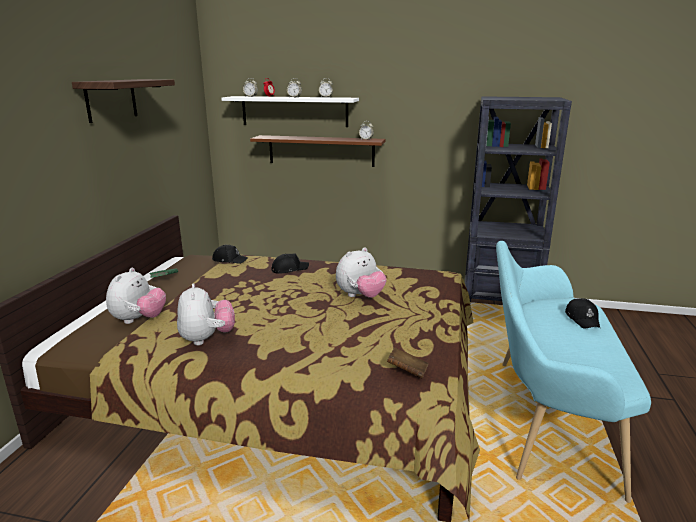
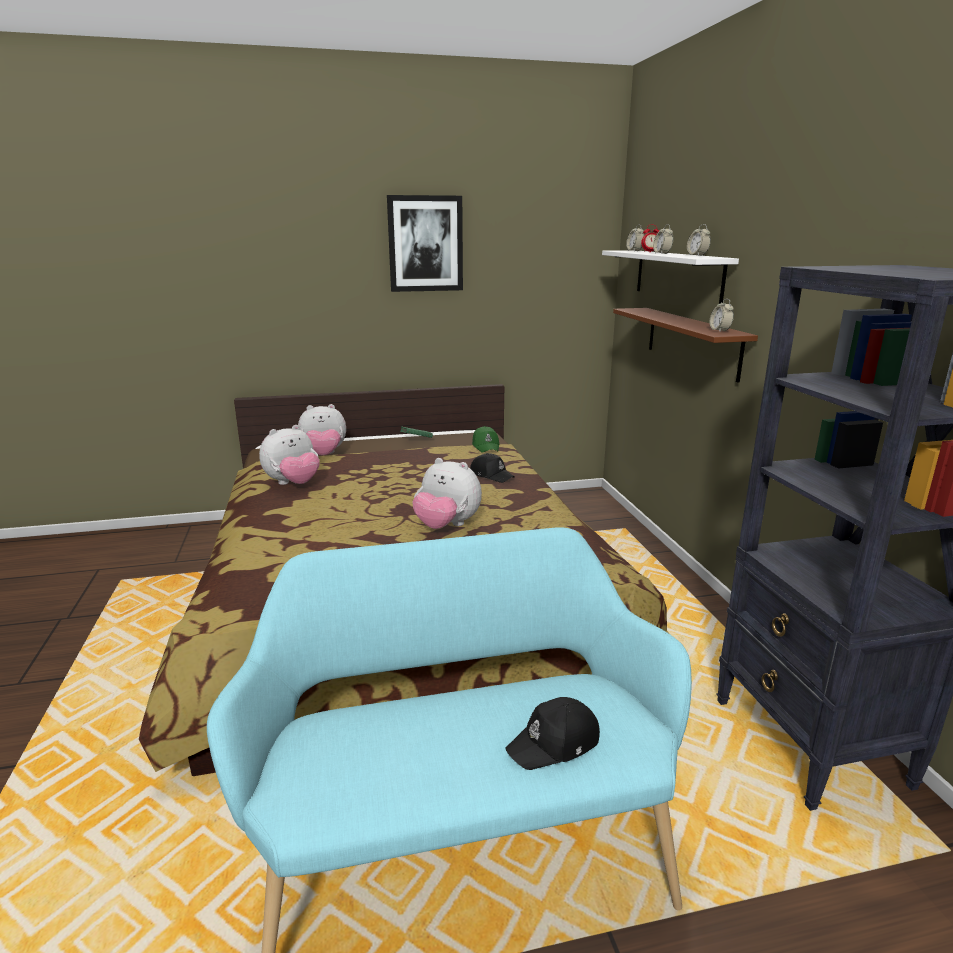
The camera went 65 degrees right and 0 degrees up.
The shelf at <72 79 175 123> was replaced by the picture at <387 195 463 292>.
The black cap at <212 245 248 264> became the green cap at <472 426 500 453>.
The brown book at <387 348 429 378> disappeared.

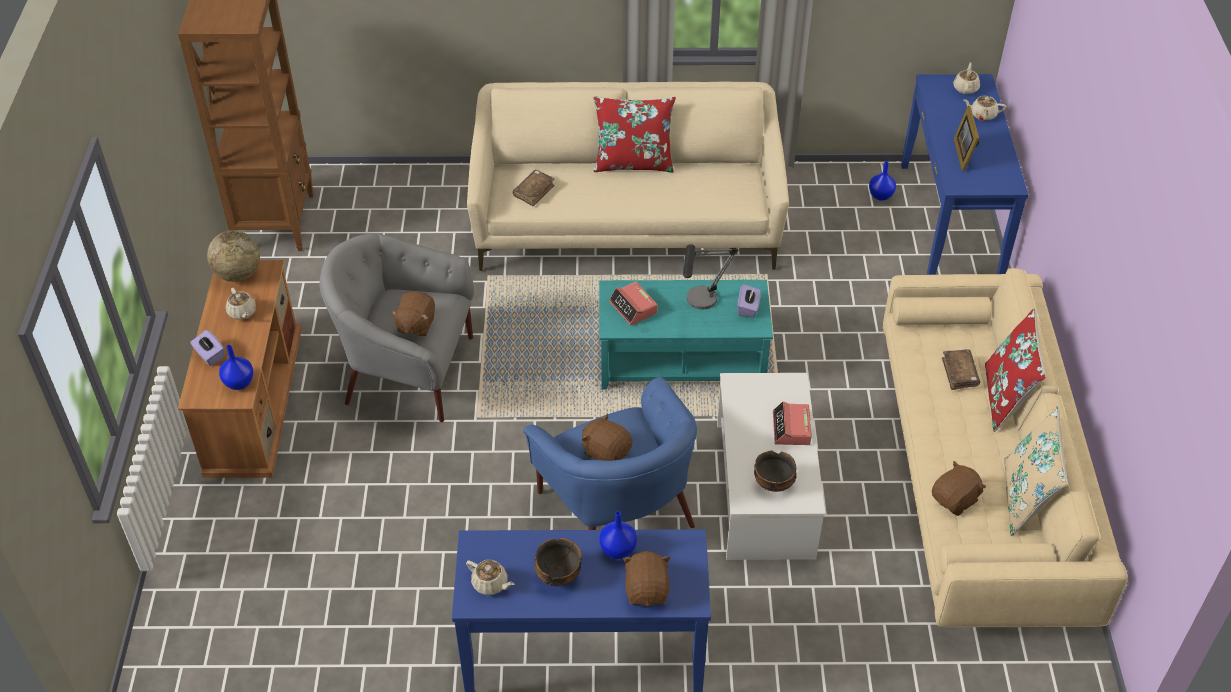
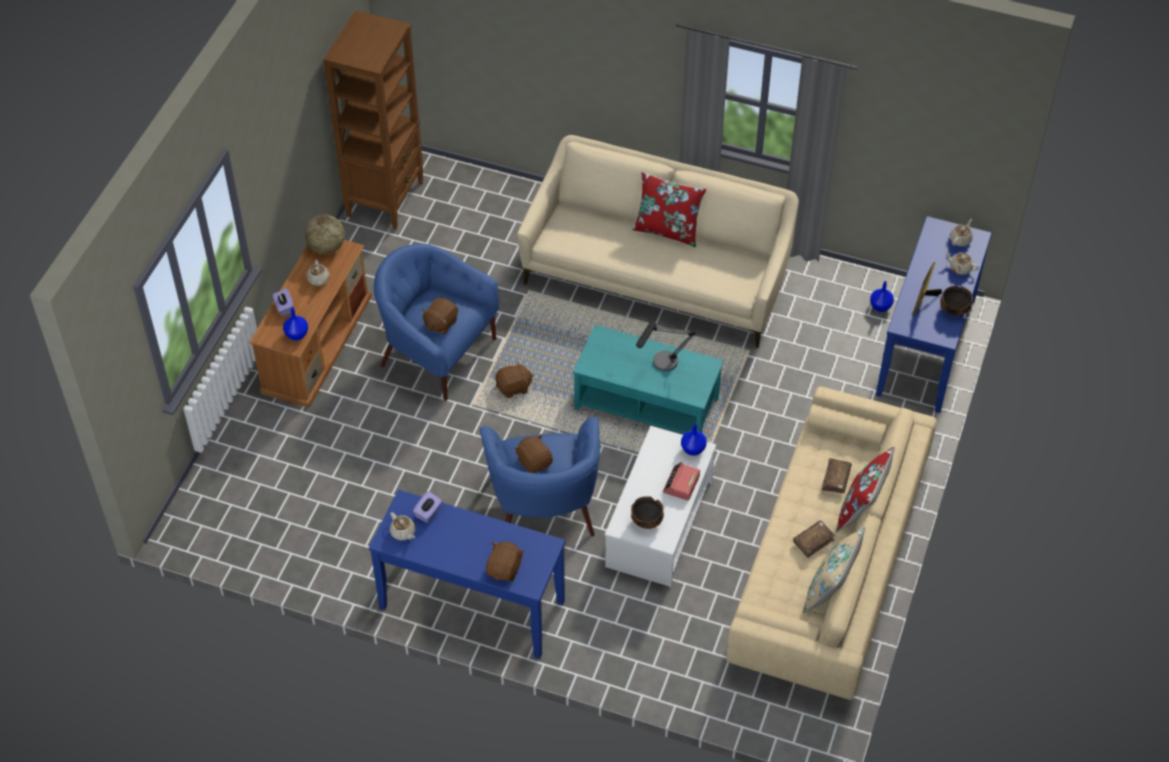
The camera went 20 degrees right and 5 degrees up.
The grey armchair at <320 234 474 422> became the blue armchair at <374 244 499 401>.
The purple tissue box moved from <738 284 761 318> to <413 491 442 523>.
The brown plush toy moved from <932 461 986 516> to <495 361 533 398>.
The blue vase moved from <599 511 637 559> to <681 423 707 456>.
The brown book moved from <513 170 555 207> to <793 521 835 558>.
The bowl moved from <534 538 582 586> to <941 285 973 316>.
The alarm clock at <609 282 658 325> disappeared.

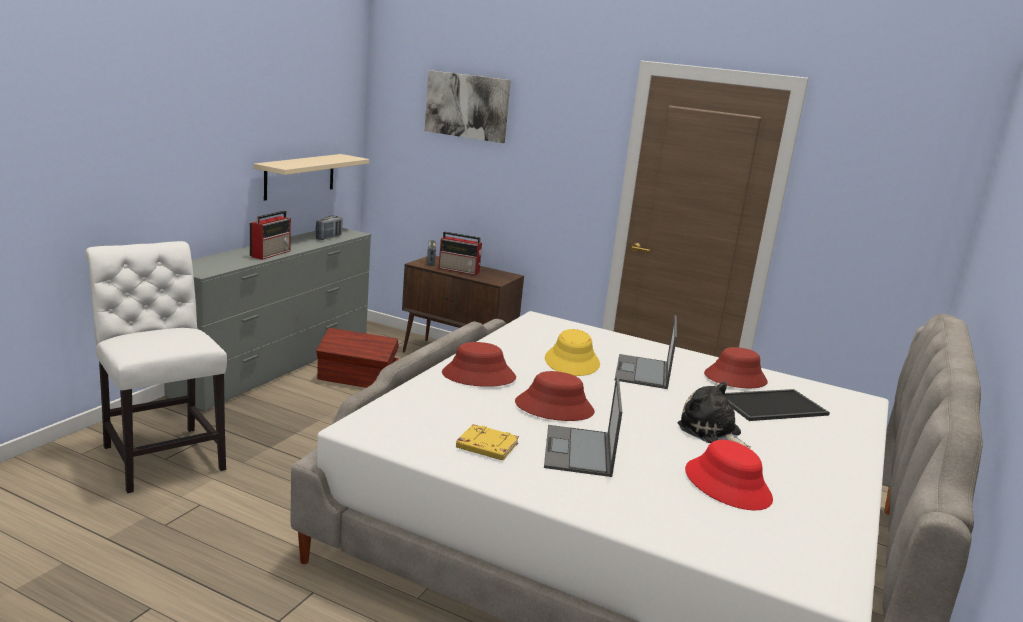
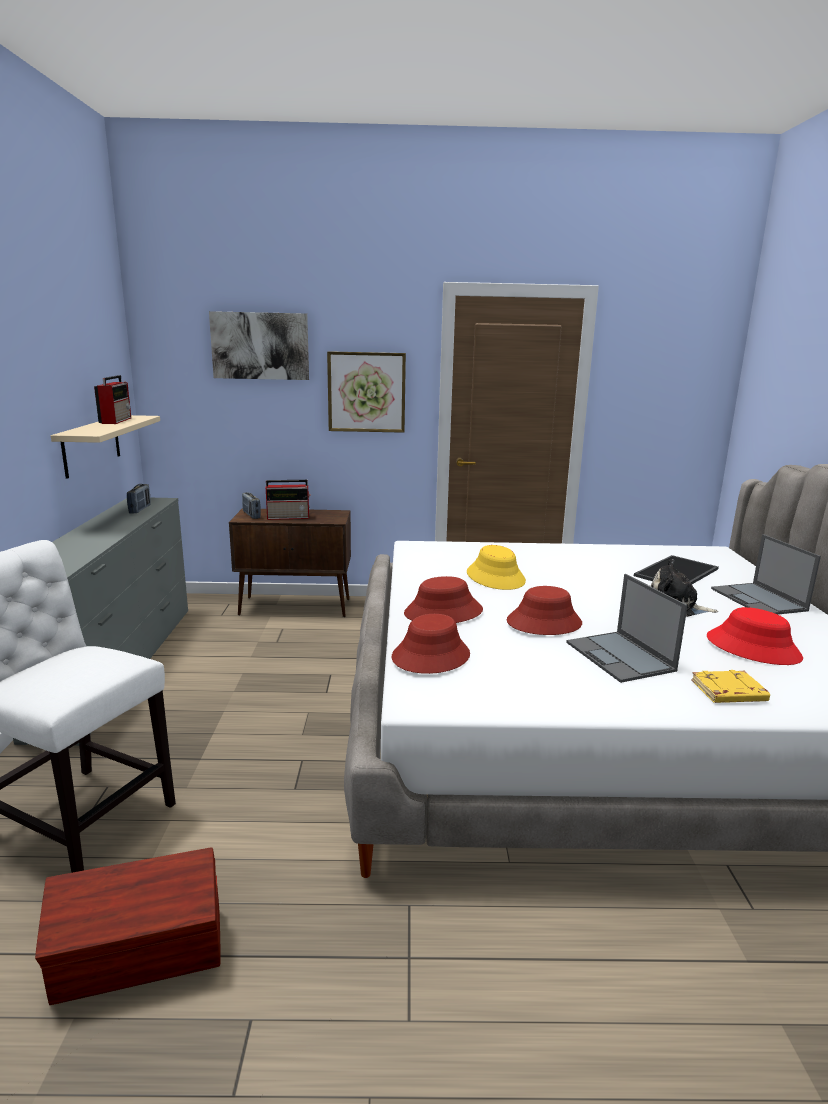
The camera went 25 degrees left and 0 degrees up.
The brown storage box moved from <316 328 399 388> to <35 847 221 1005>.
The radio moved from <250 211 291 260> to <94 375 131 424>.
The picture at <327 351 406 433> appeared.
The red hat moved from <704 347 768 388> to <392 614 470 674>.
The yellow book moved from <456 424 519 460> to <691 670 770 703>.
The laptop moved from <615 315 677 389> to <711 534 821 615>.

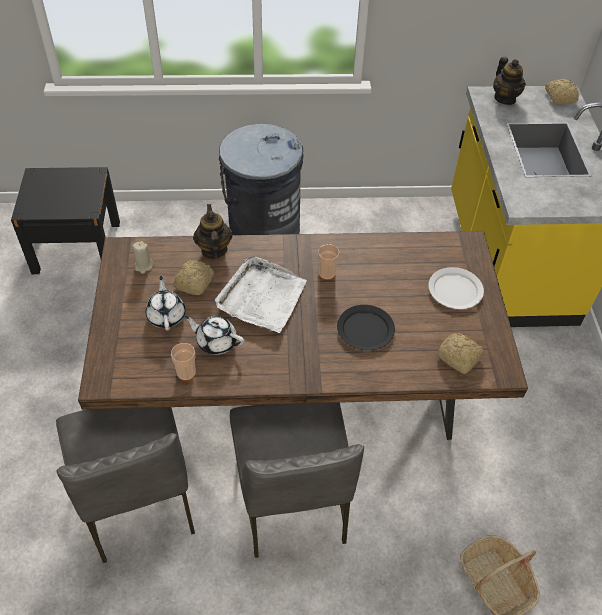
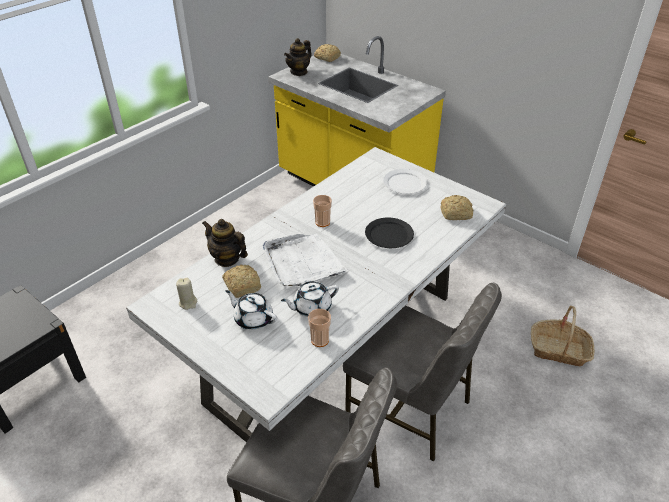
The camera went 45 degrees left and 10 degrees down.
The brown dining table at <78 231 528 440> became the white dining table at <126 147 506 443>.
The teapot at <493 57 526 105> turned 105 degrees clockwise.
The grey trash can at <219 124 303 235> disappeared.

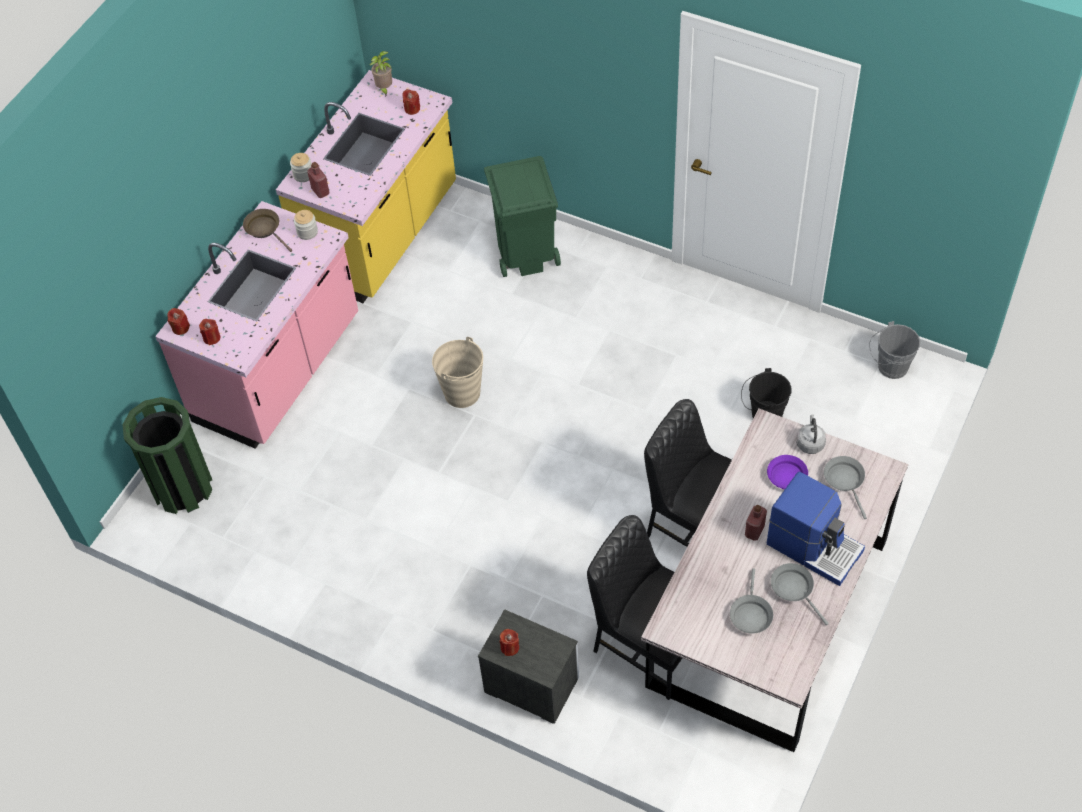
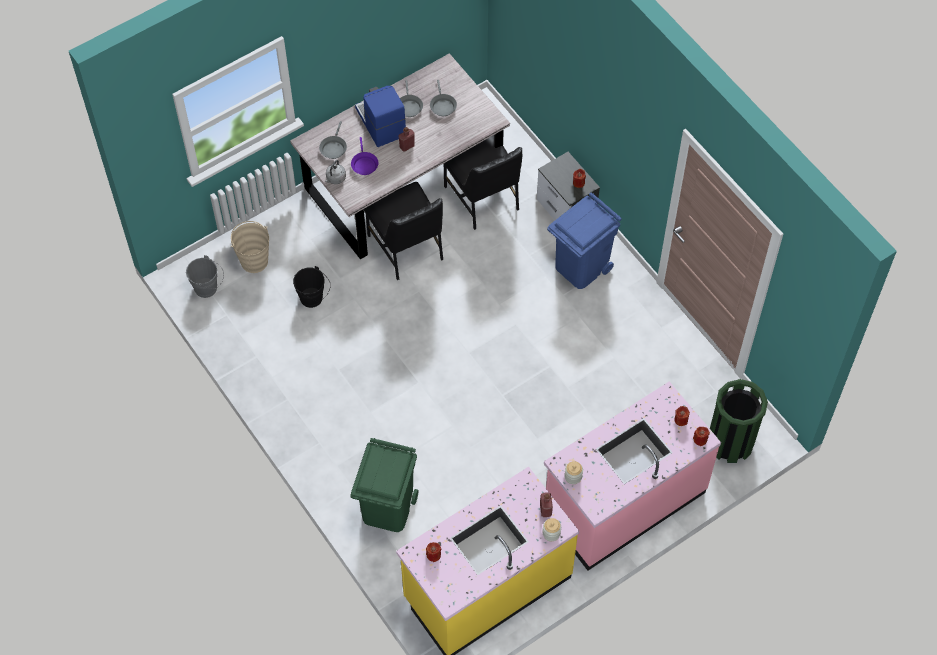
The camera went 155 degrees left and 5 degrees up.
The beige bucket moved from <432 337 483 408> to <231 221 269 273>.
The grey frying pan at <730 568 773 634> turned 135 degrees clockwise.
The blue trash can at <547 193 622 289> appeared.
The brown frying pan at <243 209 292 252> disappeared.
The potted plant at <370 51 392 96> disappeared.

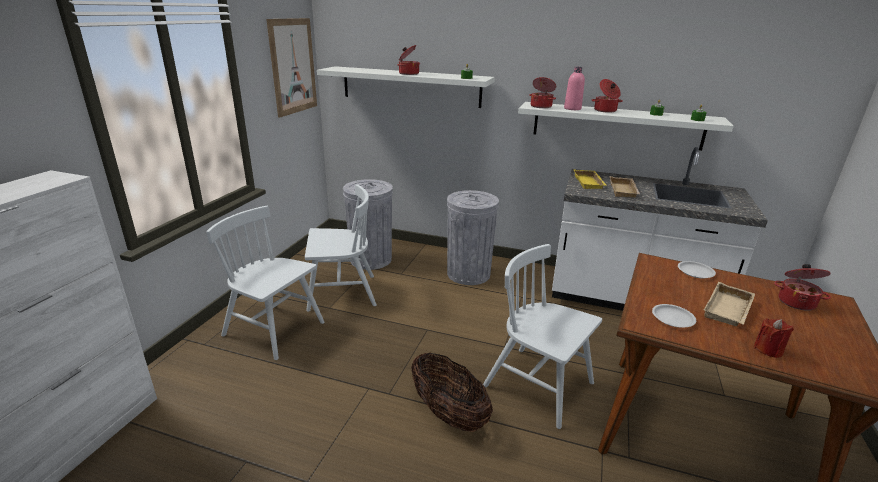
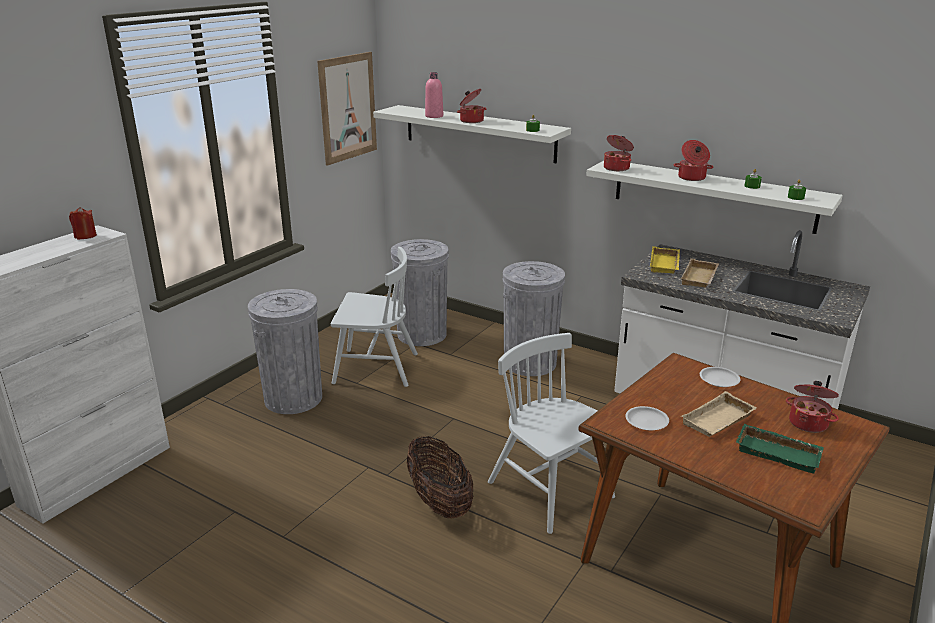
The camera went 15 degrees right and 0 degrees up.
The red candle moved from <754 318 794 358> to <69 207 97 239>.
The white chair at <206 206 325 360> was replaced by the grey trash can at <248 289 322 414>.
The pink bottle moved from <564 67 585 110> to <425 72 443 118>.
The green tray at <736 424 824 473> appeared.

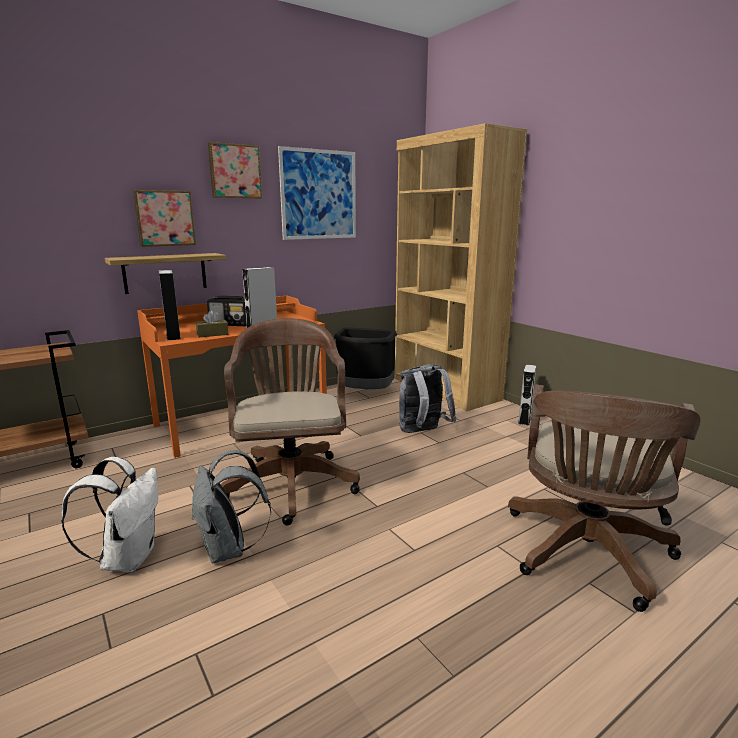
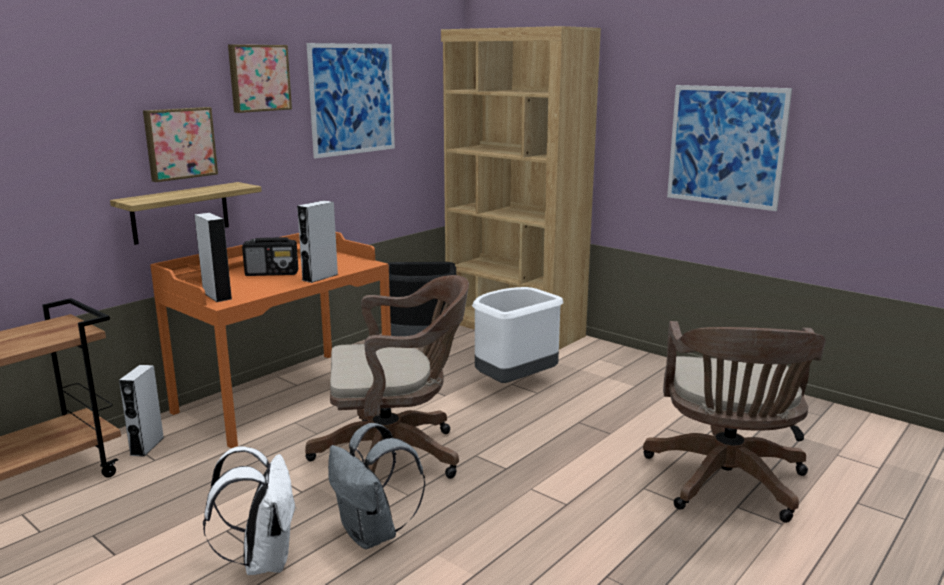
The camera went 15 degrees left and 0 degrees up.
The grey speaker moved from <518 364 536 426> to <119 365 164 457>.
The brown office chair at <221 318 360 525> turned 105 degrees clockwise.
The grey backpack at <399 364 457 433> was replaced by the white trash can at <472 287 563 383>.
The picture at <667 85 792 211> appeared.
The brown tissue box at <196 310 228 337> disappeared.

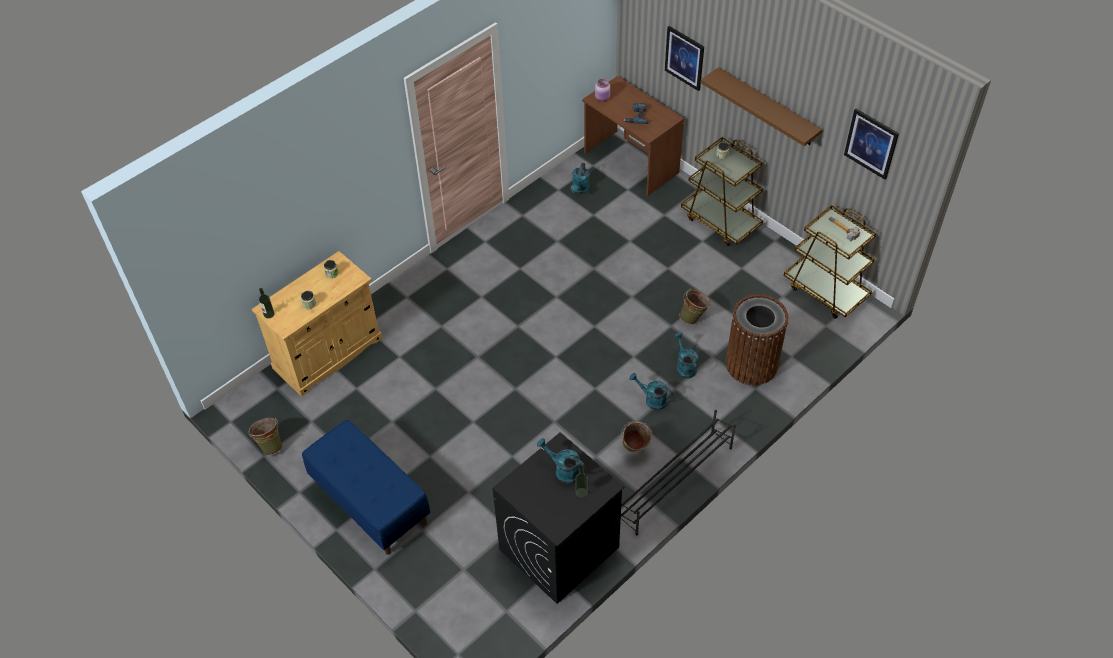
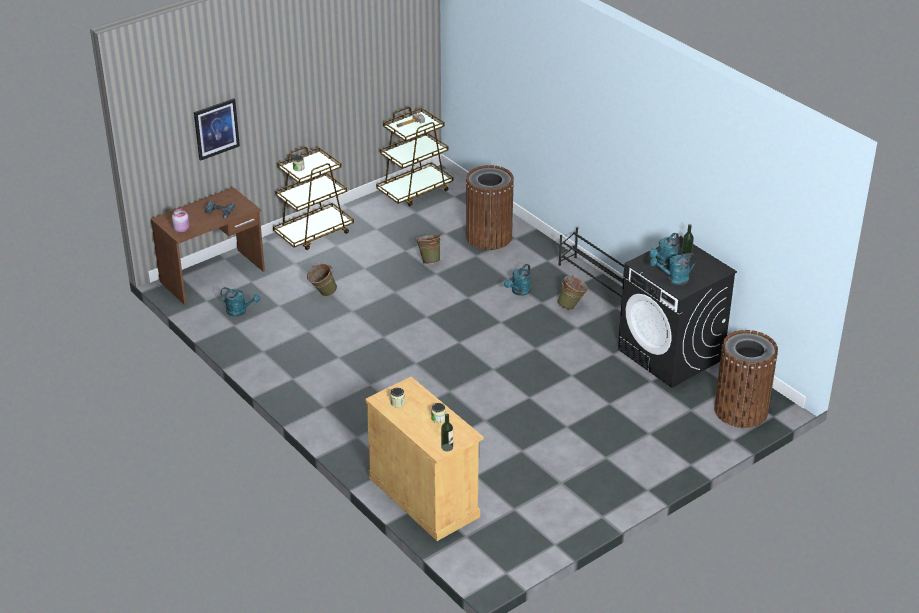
The camera went 85 degrees left and 15 degrees down.
The green bucket moved from <248 418 283 455> to <307 263 337 296>.
The turquoise watering can moved from <674 333 698 378> to <650 253 696 285>.
The brown trash can at <714 330 778 428> appeared.
The blue bench at <302 419 430 555> disappeared.
The brown shelf at <700 67 822 146> disappeared.
The picture at <844 109 899 179> disappeared.

